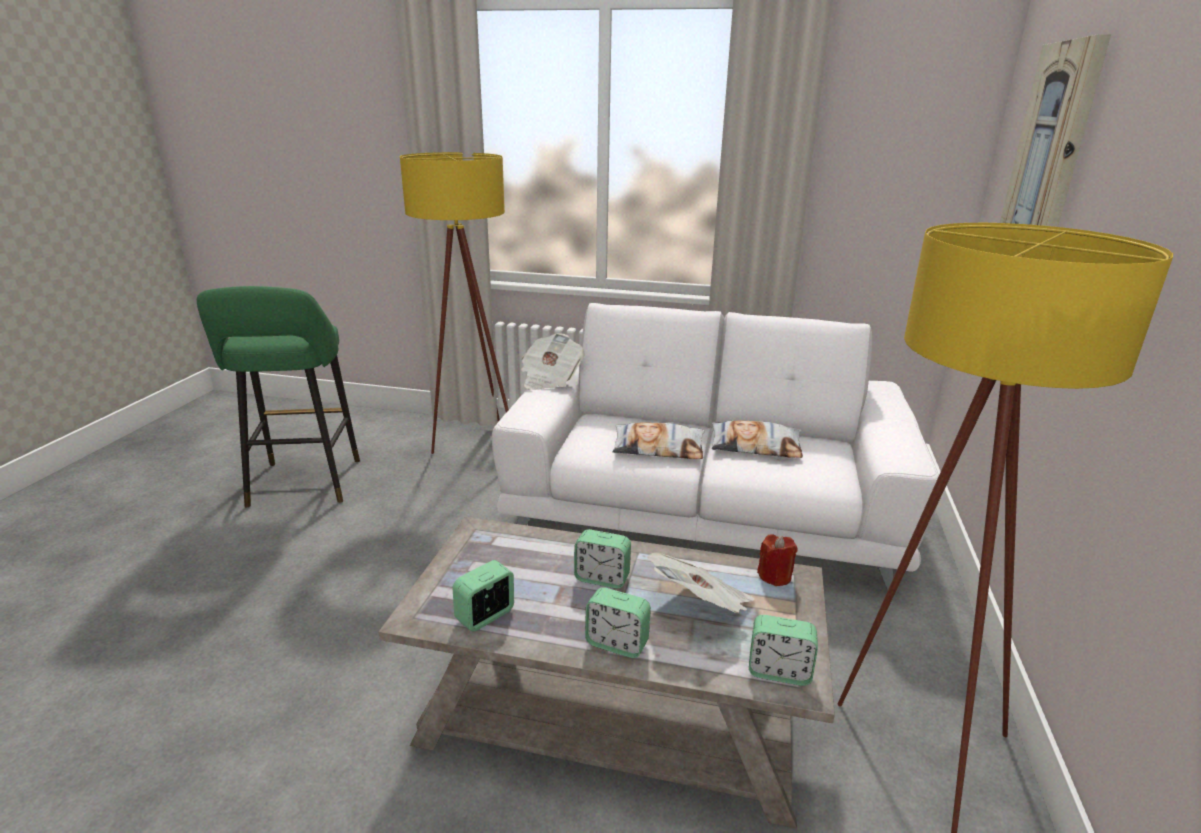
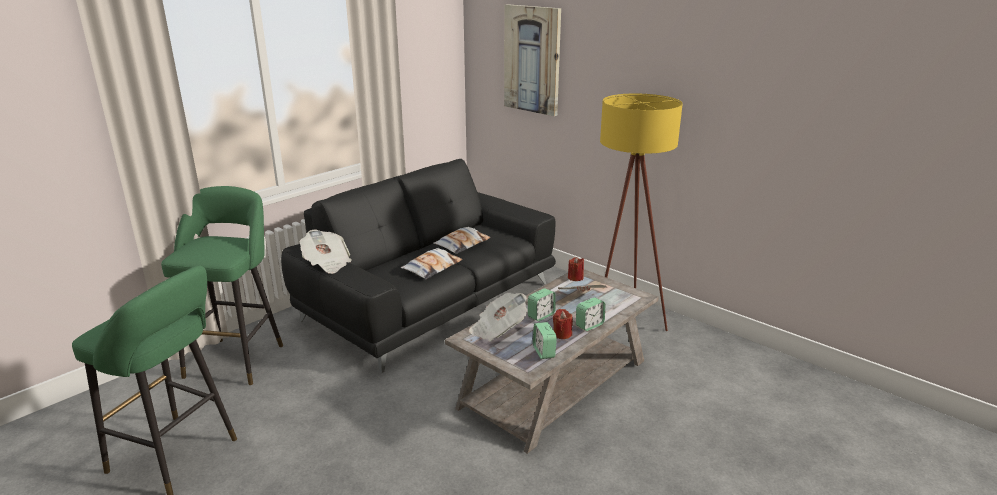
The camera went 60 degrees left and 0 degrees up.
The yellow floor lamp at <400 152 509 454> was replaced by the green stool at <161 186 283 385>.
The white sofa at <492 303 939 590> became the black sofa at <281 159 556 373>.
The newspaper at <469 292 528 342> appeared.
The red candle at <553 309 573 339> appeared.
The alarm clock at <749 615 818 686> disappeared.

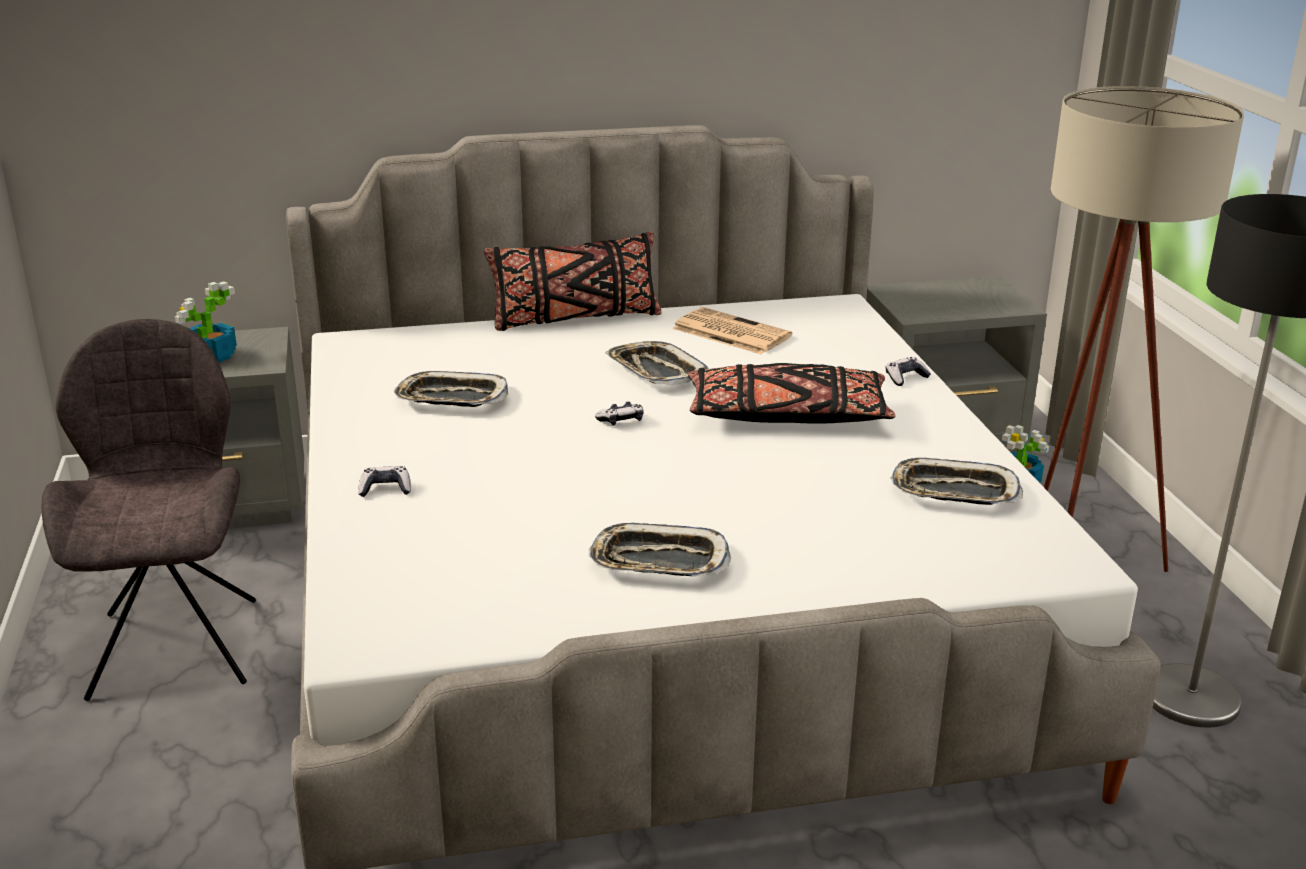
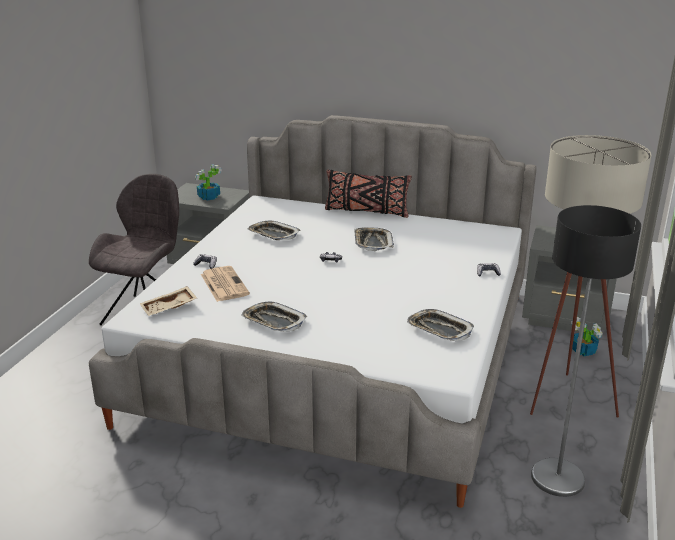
The camera went 30 degrees right and 0 degrees up.
The beige tray at <140 286 197 316> appeared.
The newspaper moved from <672 307 792 354> to <201 266 250 302>.
The black pillow at <688 363 896 424> disappeared.

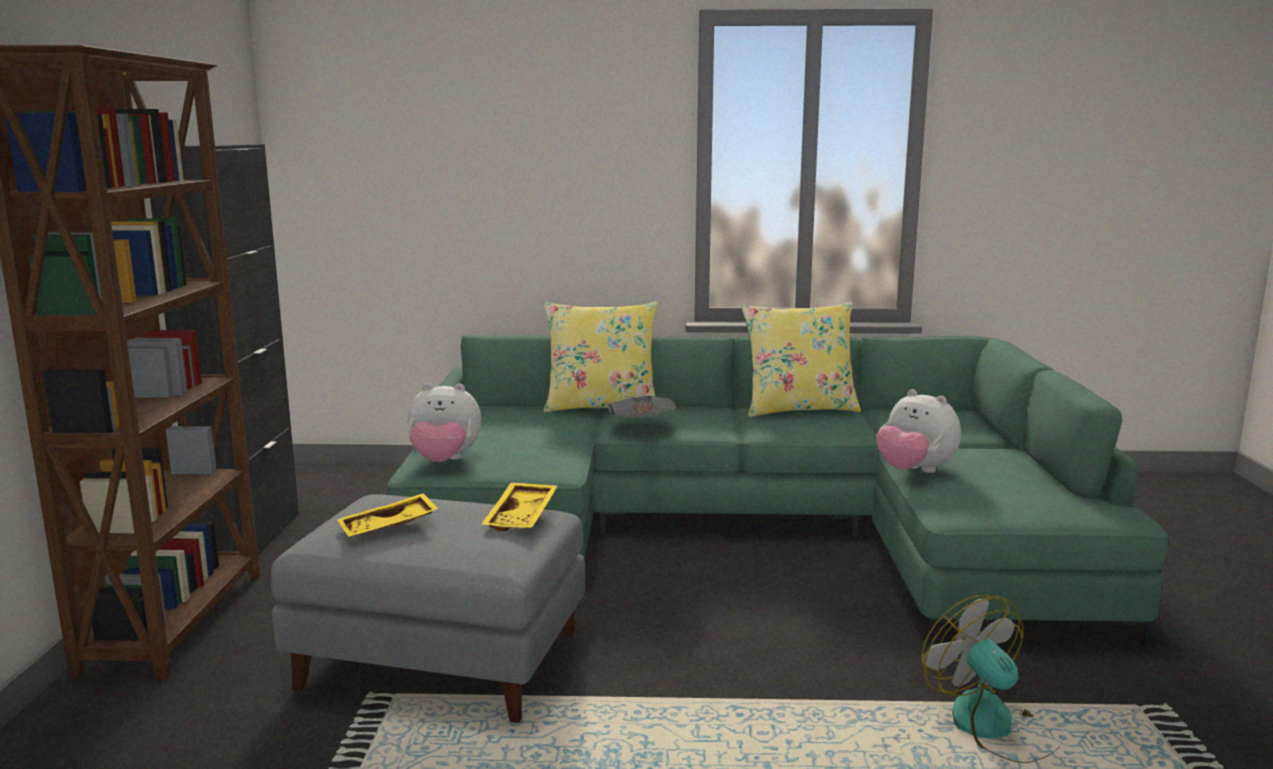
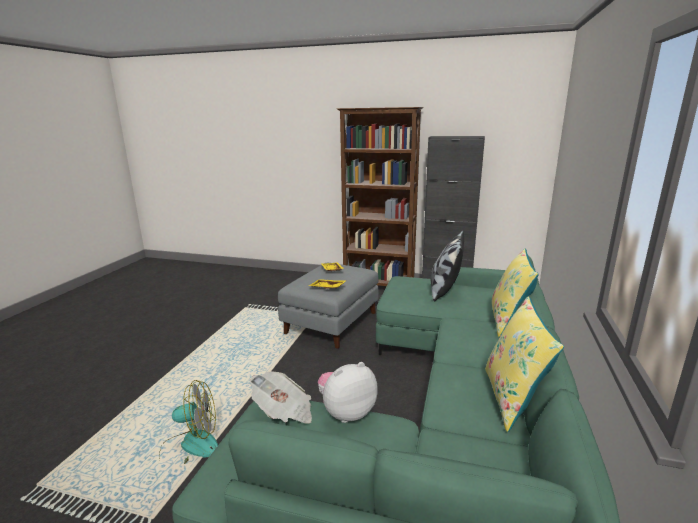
The camera went 105 degrees right and 5 degrees up.
The newspaper moved from <606 396 678 417> to <250 372 312 424>.
The pillow at <431 231 464 301> appeared.
The plush toy at <408 383 481 462> disappeared.

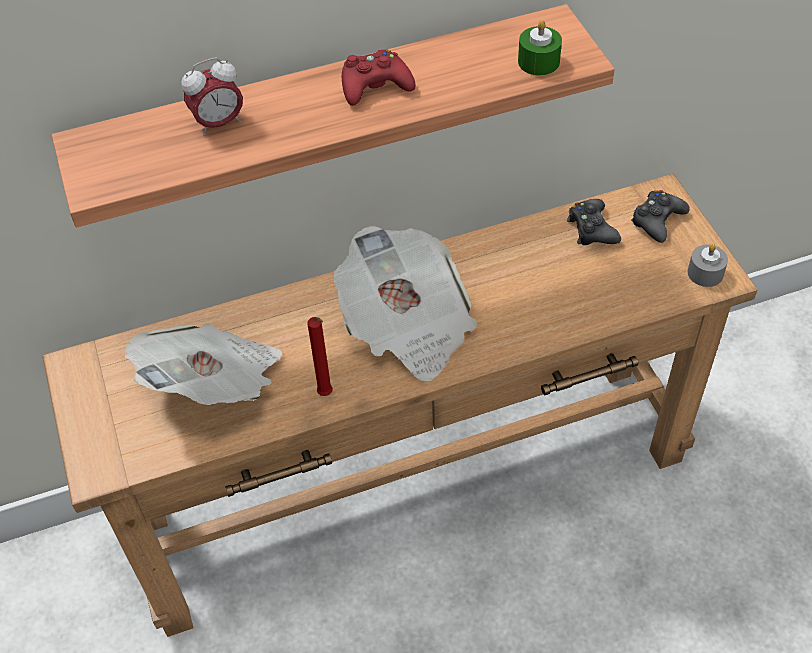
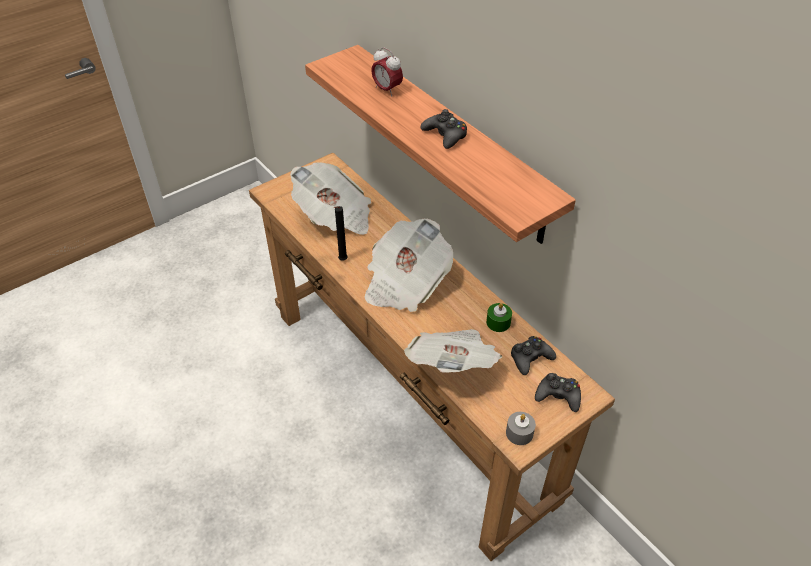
The camera went 70 degrees right and 5 degrees down.
The red candle at <307 317 333 396> became the black candle at <334 206 348 261>.
The newspaper at <404 329 502 373> appeared.
The red game controller at <342 49 415 106> became the black game controller at <421 109 467 149>.
The green candle moved from <518 20 562 76> to <486 303 512 332>.

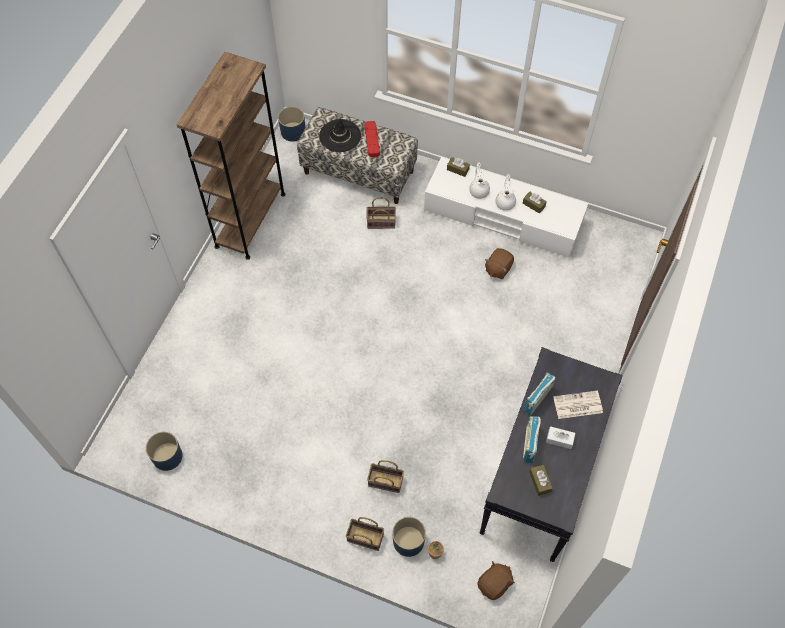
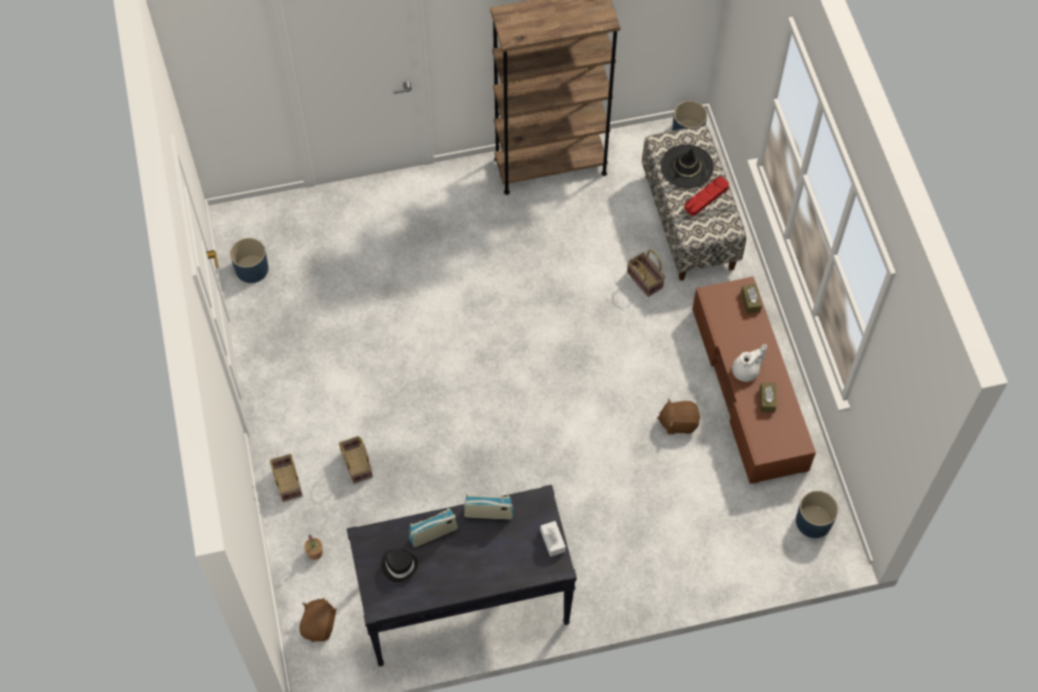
The camera went 55 degrees right and 0 degrees up.
The brown plush toy at <477 561 515 600> turned 90 degrees counterclockwise.
The brown tissue box at <529 465 553 496> was replaced by the black hat at <381 549 418 582>.
The white tissue box moved from <546 426 575 449> to <540 521 566 557>.
The white tv stand at <424 157 588 258> became the brown tv stand at <692 276 816 484>.
The blue planter moved from <392 517 426 557> to <796 491 838 538>.
The white teapot at <469 163 490 199> disappeared.
The newspaper at <553 391 603 419> disappeared.

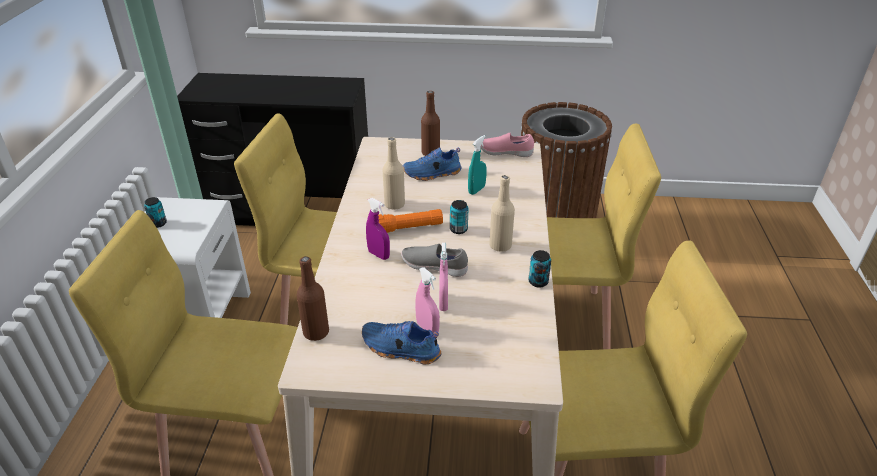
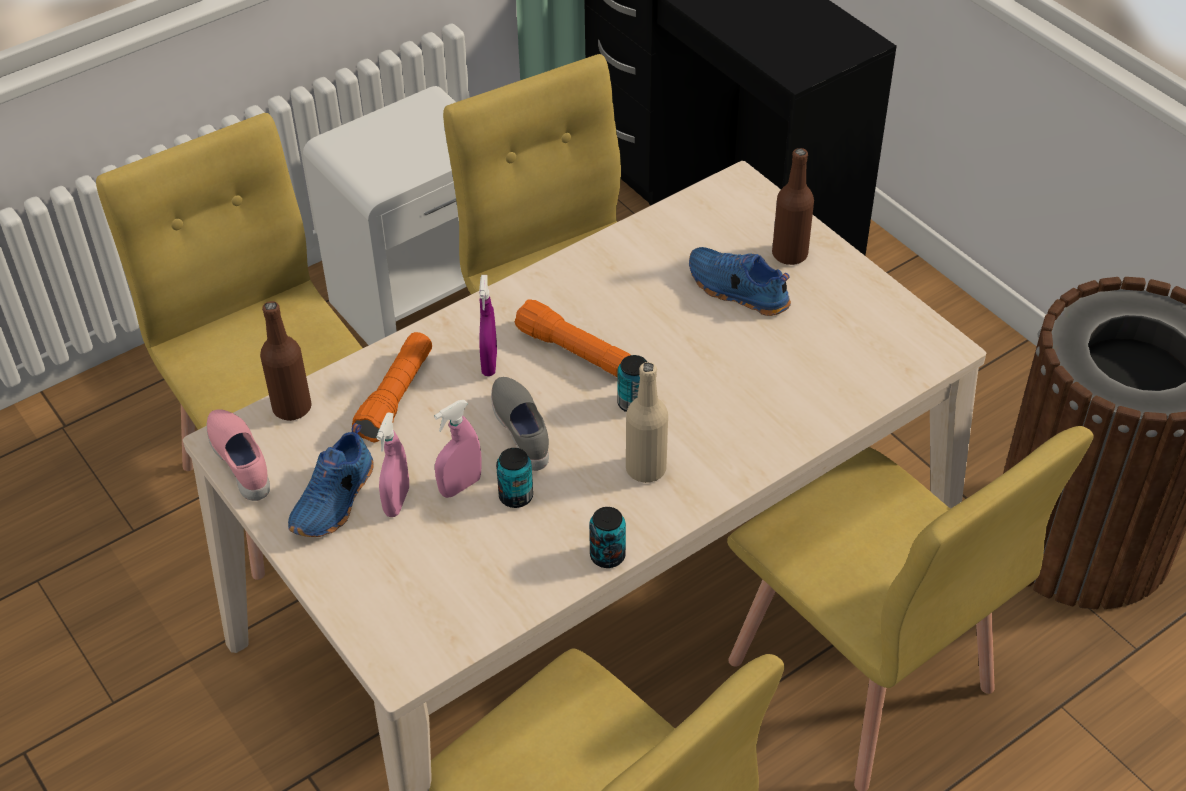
The camera went 50 degrees right and 10 degrees up.
The pink shoe moved from <480 133 534 157> to <207 409 270 501>.
The blue shoe at <362 321 441 364> turned 135 degrees counterclockwise.
The orange flashlight at <352 332 432 443> appeared.
The can moved from <144 197 167 228> to <496 448 533 508>.
The beige bottle at <382 137 405 210> disappeared.
The turquoise spray bottle at <468 135 487 195> disappeared.

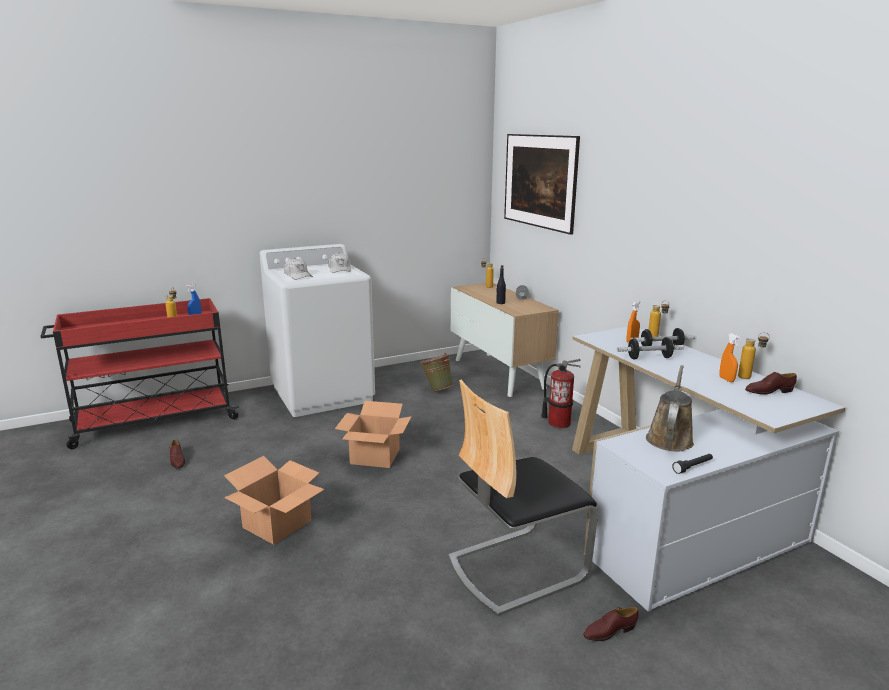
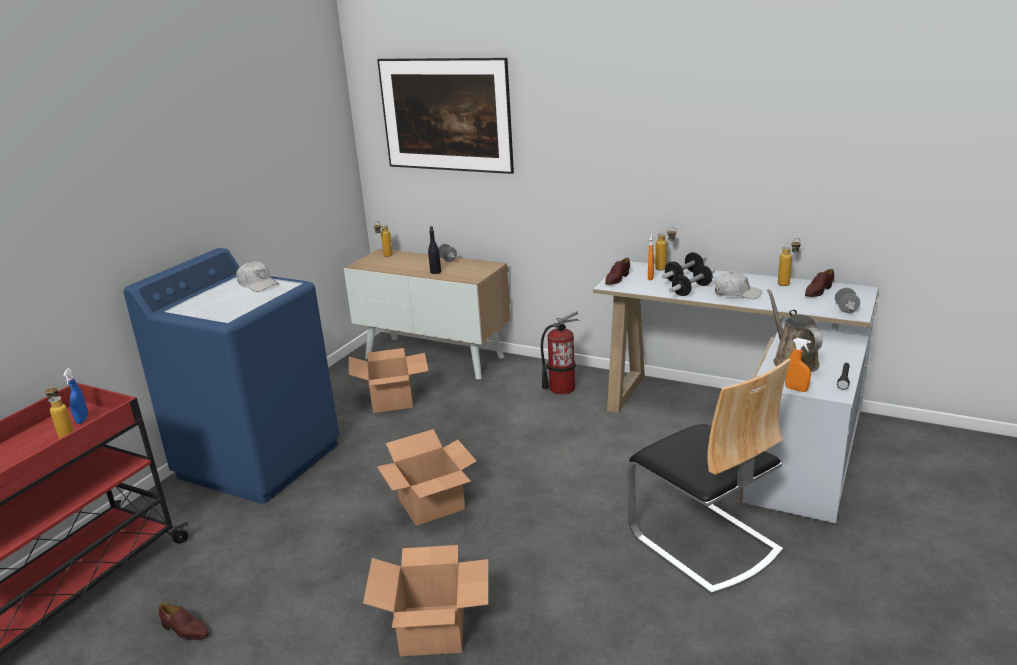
The camera went 35 degrees left and 5 degrees up.
The white washing machine at <259 244 375 417> became the blue washing machine at <123 248 339 504>.
The green bucket at <420 353 453 391> was replaced by the cardboard box at <349 348 429 413>.
The brown shoe moved from <583 607 638 641> to <605 258 630 285>.
The chair at <449 380 598 616> turned 60 degrees counterclockwise.
The white cap moved from <284 258 313 280> to <714 272 762 299>.
The orange spray bottle moved from <719 333 740 382> to <785 338 811 392>.
The grey dumbbell at <835 288 860 313> appeared.

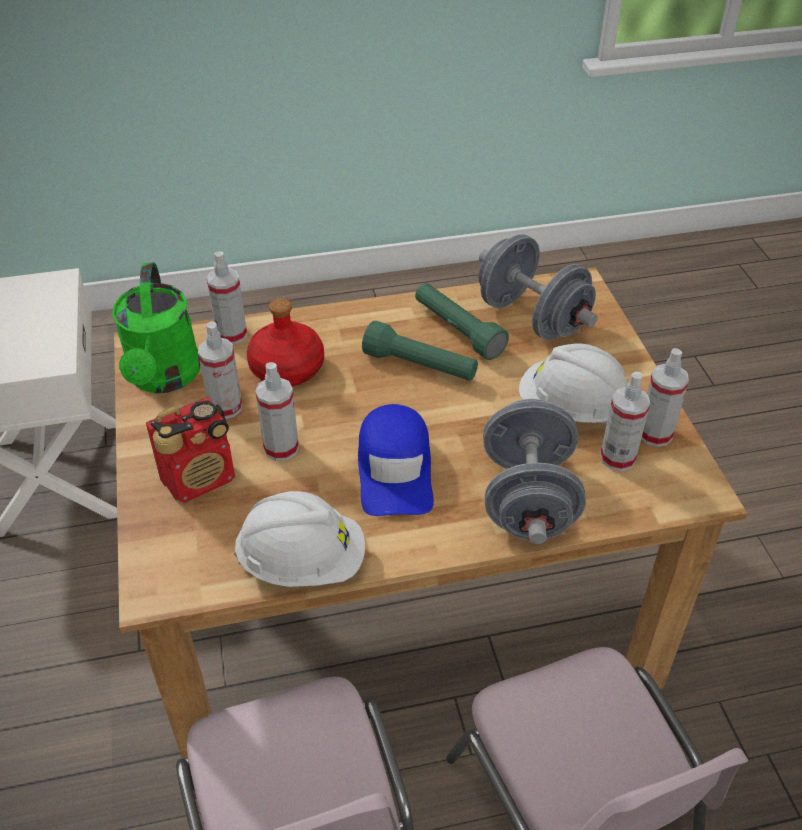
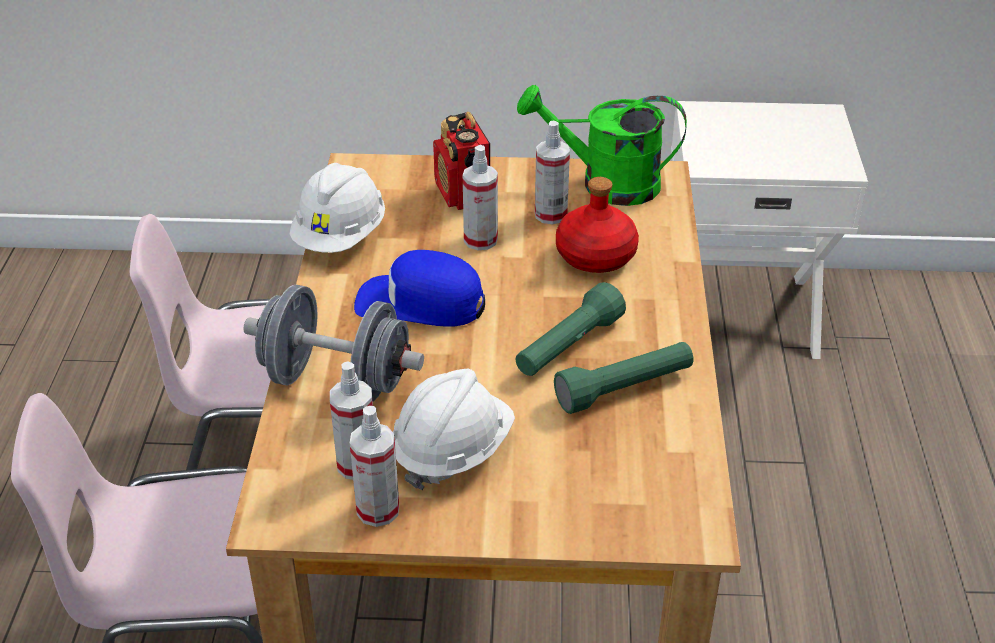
The camera went 105 degrees right and 5 degrees down.
The spray bottle at <206 251 247 345> disappeared.
The grey dumbbell at <479 234 598 340> disappeared.

